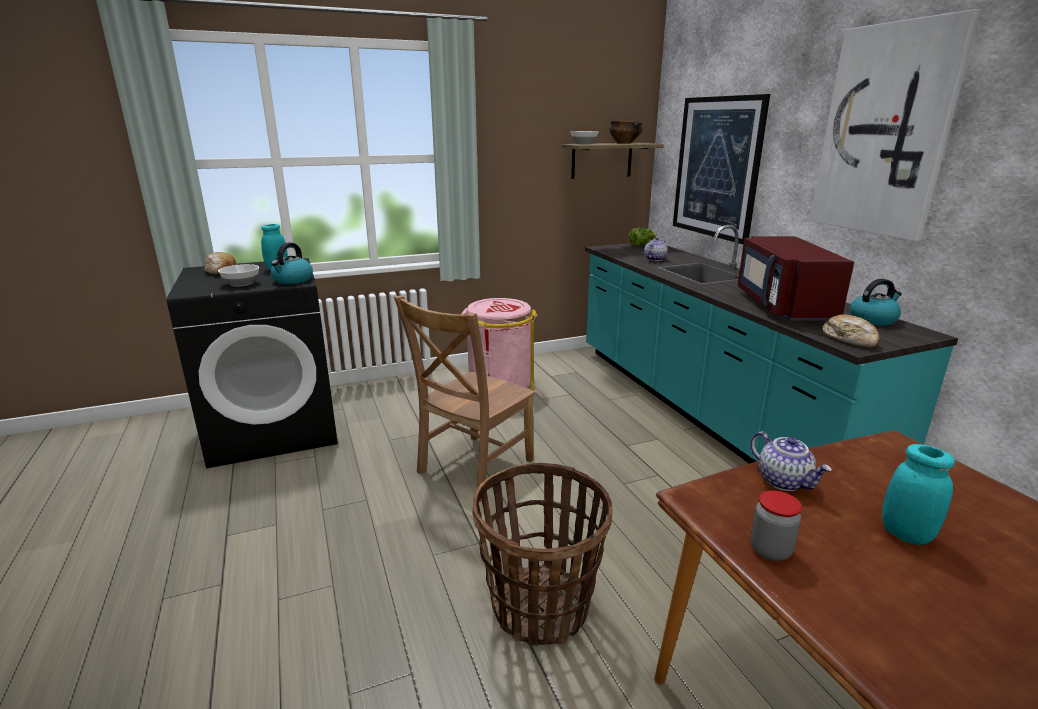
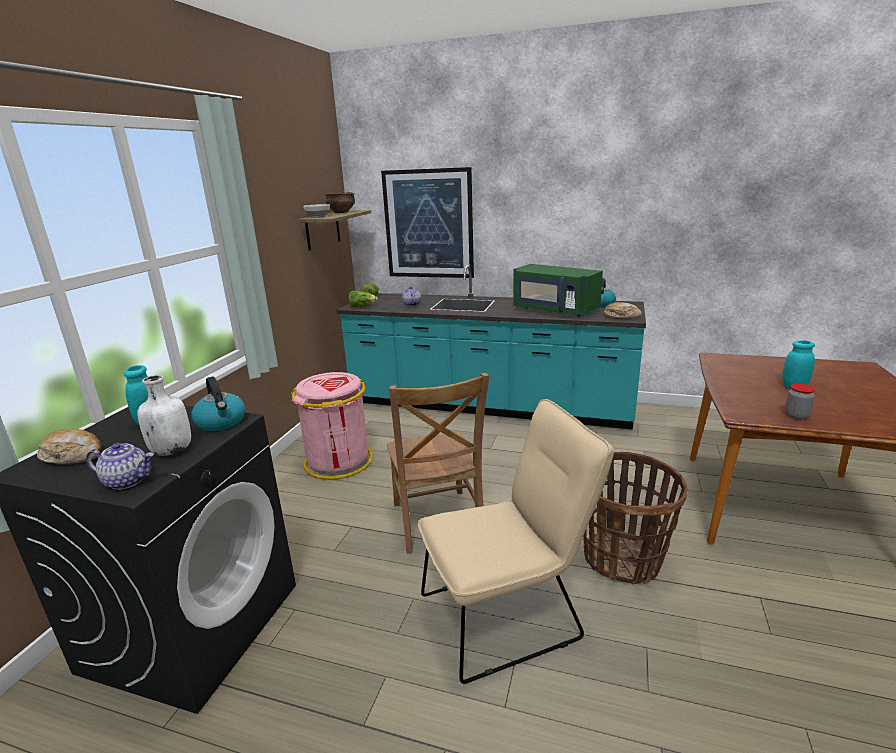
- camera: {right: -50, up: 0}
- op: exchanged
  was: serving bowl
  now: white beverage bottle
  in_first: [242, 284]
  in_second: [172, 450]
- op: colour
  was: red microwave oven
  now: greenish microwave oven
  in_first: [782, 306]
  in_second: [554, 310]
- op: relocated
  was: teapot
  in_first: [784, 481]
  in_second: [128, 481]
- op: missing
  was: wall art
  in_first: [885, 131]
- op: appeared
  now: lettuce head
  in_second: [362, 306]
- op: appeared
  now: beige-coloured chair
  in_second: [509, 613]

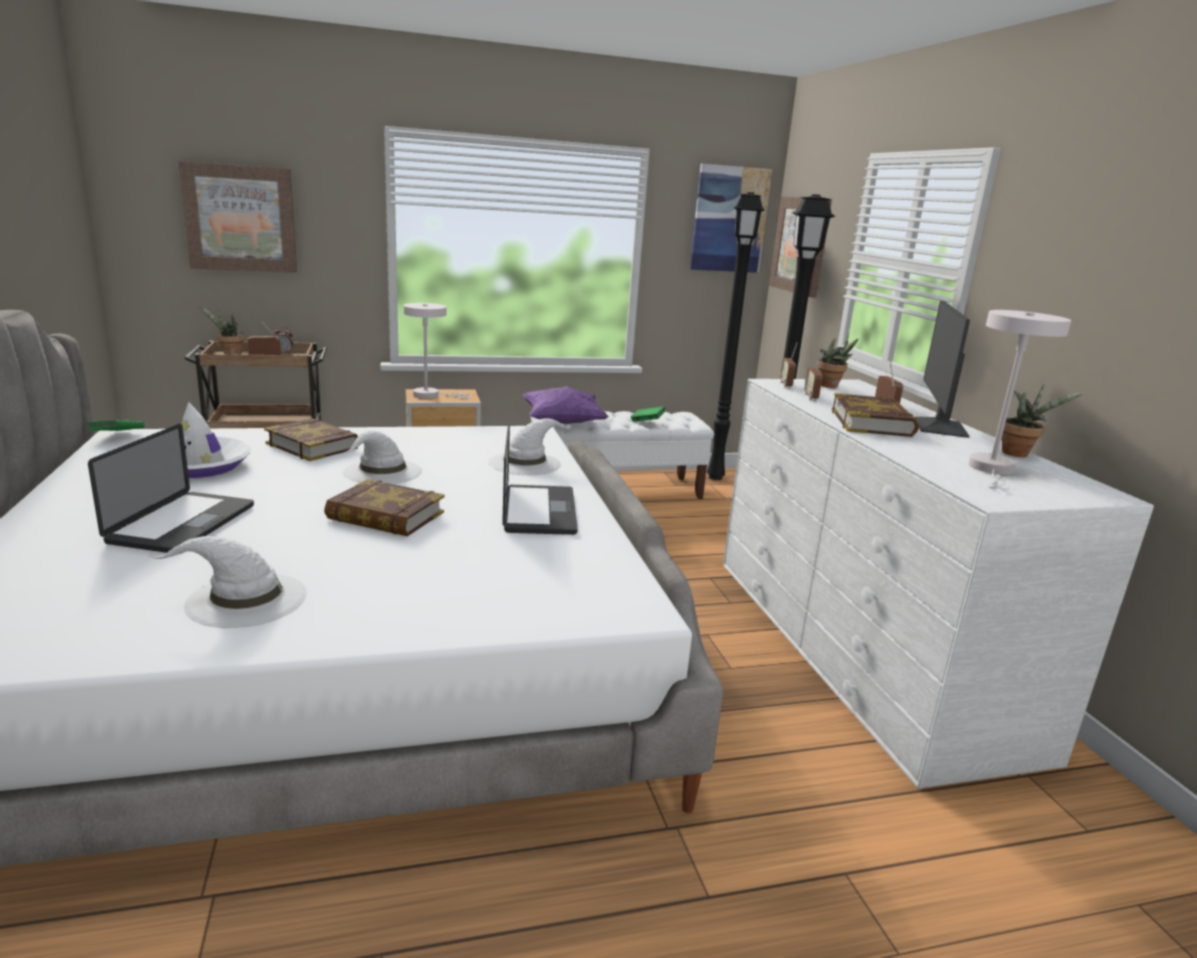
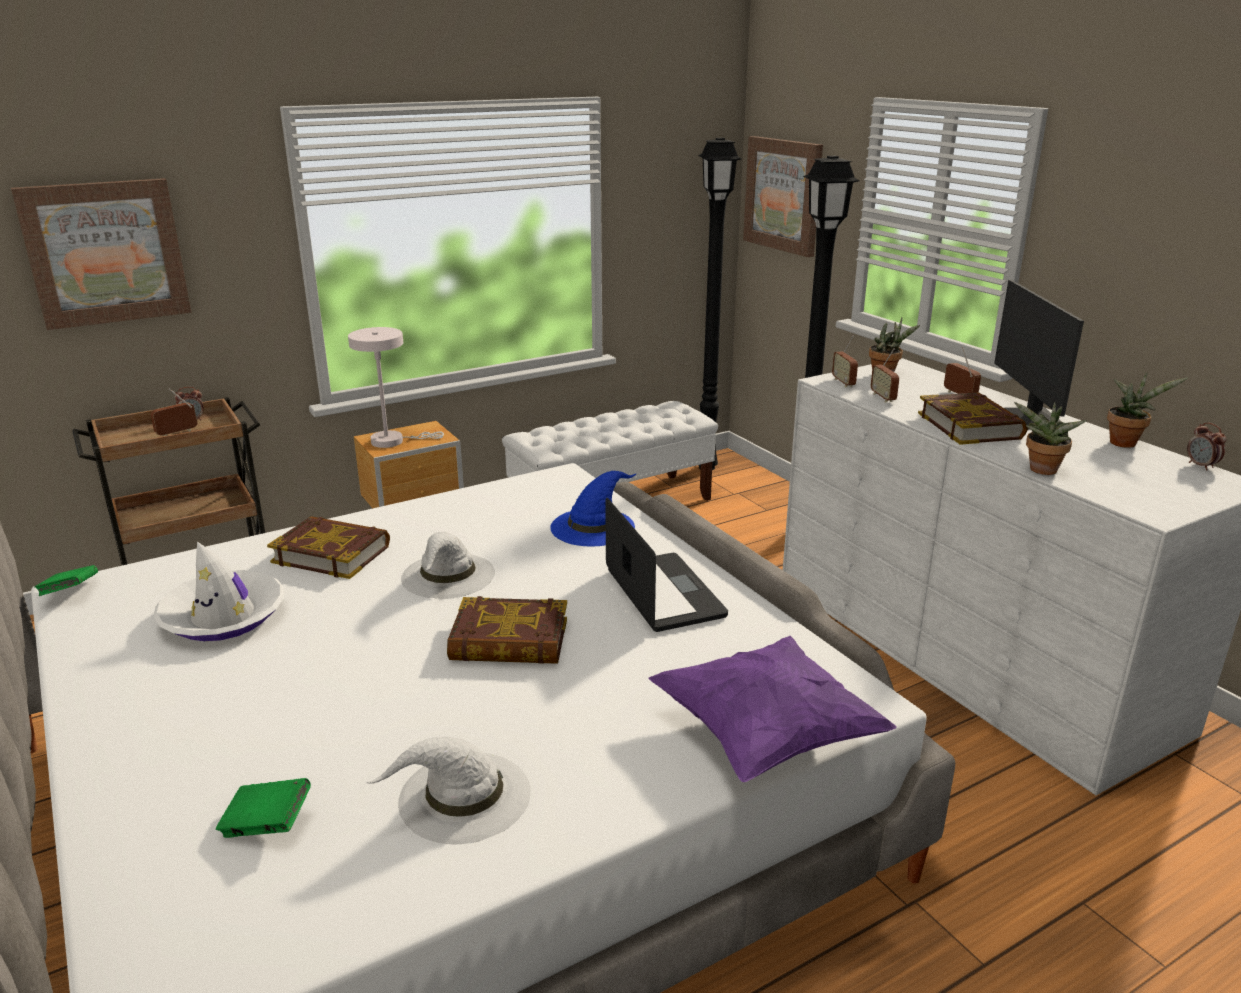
- camera: {right: -15, up: 5}
- op: missing
  was: notebook computer
  in_first: [183, 524]
- op: relocated
  was: houseplant
  in_first: [230, 355]
  in_second: [1041, 471]
- op: colour
  was: white wearable hat
  now: bluish wearable hat
  in_first: [525, 463]
  in_second: [593, 526]
- op: relocated
  was: purple-coloured throw pillow
  in_first: [563, 423]
  in_second: [766, 735]
- op: relocated
  was: greenish volume
  in_first: [647, 422]
  in_second: [267, 824]
- op: missing
  was: wall art
  in_first: [729, 219]
- op: missing
  was: white tabletop lamp
  in_first: [992, 470]
- op: appeared
  now: alarm clock
  in_second: [1201, 466]

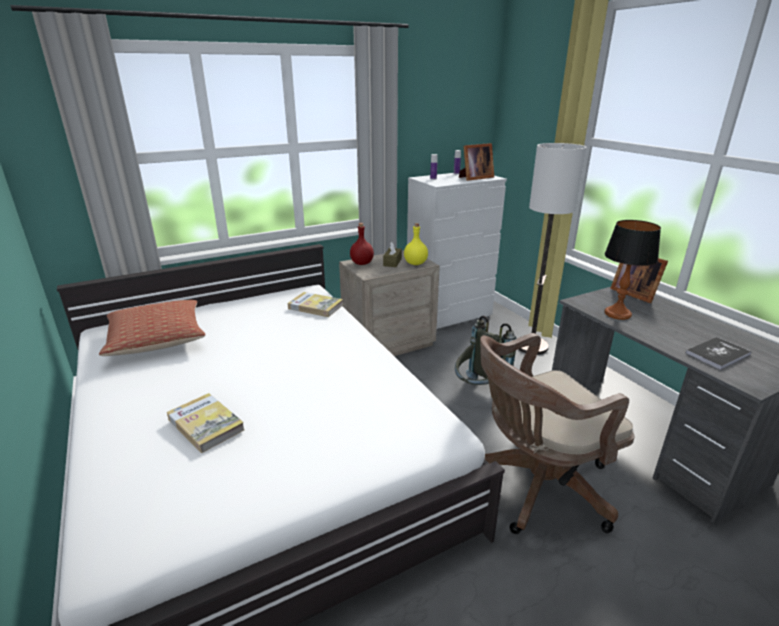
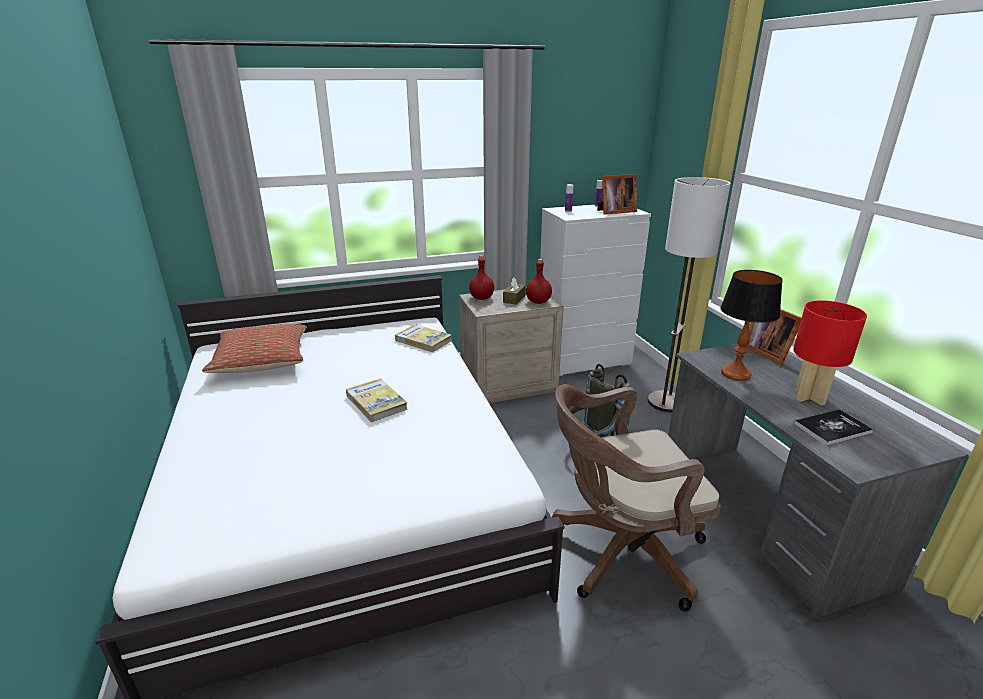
- camera: {right: 10, up: 0}
- op: relocated
  was: volume
  in_first: [206, 424]
  in_second: [376, 402]
- op: colour
  was: yellow beverage bottle
  now: red beverage bottle
  in_first: [415, 263]
  in_second: [538, 302]
- op: appeared
  now: red tabletop lamp
  in_second: [809, 397]

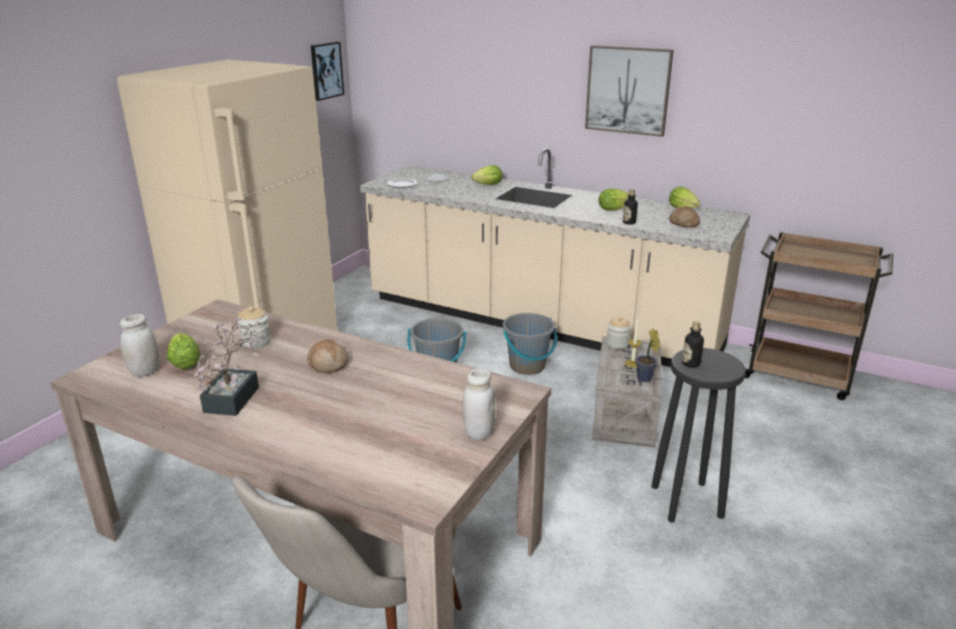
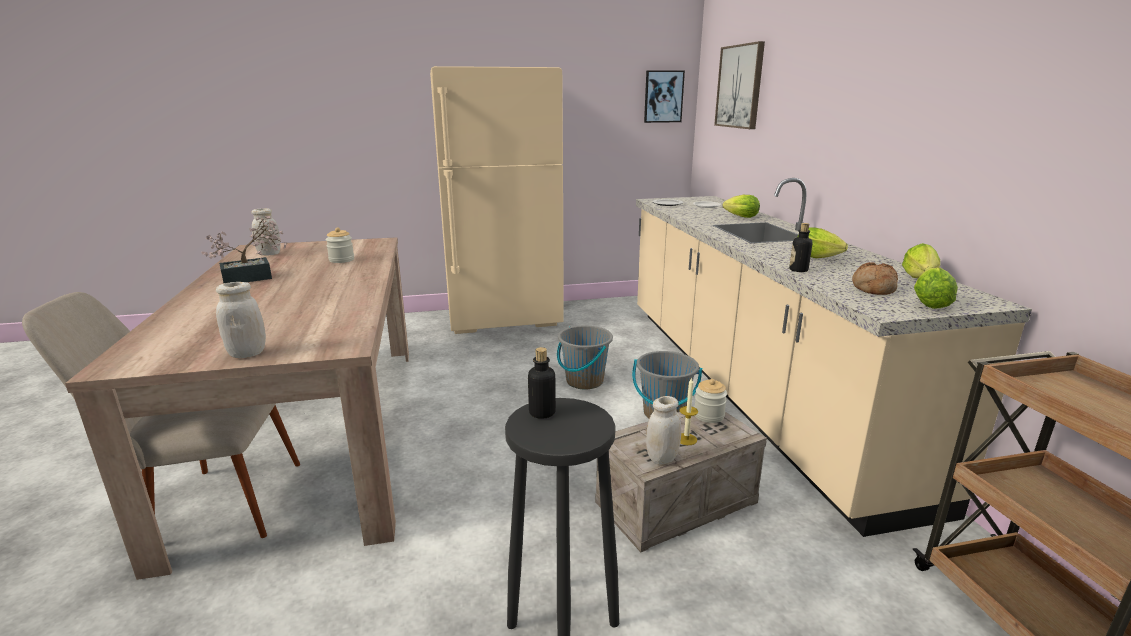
- camera: {right: 50, up: -5}
- op: relocated
  was: lettuce head
  in_first: [185, 362]
  in_second: [929, 303]
- op: missing
  was: bread
  in_first: [328, 364]
- op: relocated
  was: wall art
  in_first: [628, 90]
  in_second: [740, 86]
- op: exchanged
  was: houseplant
  now: white jar
  in_first: [645, 379]
  in_second: [662, 458]

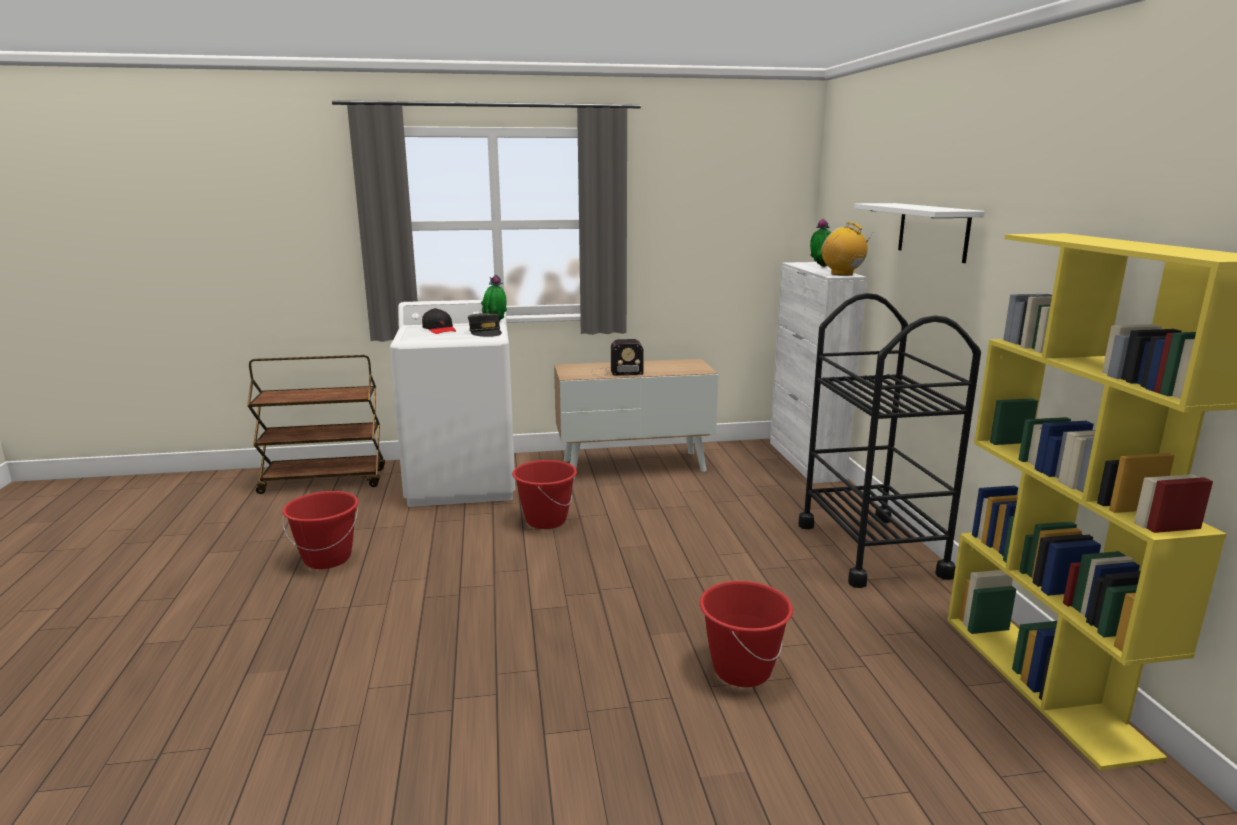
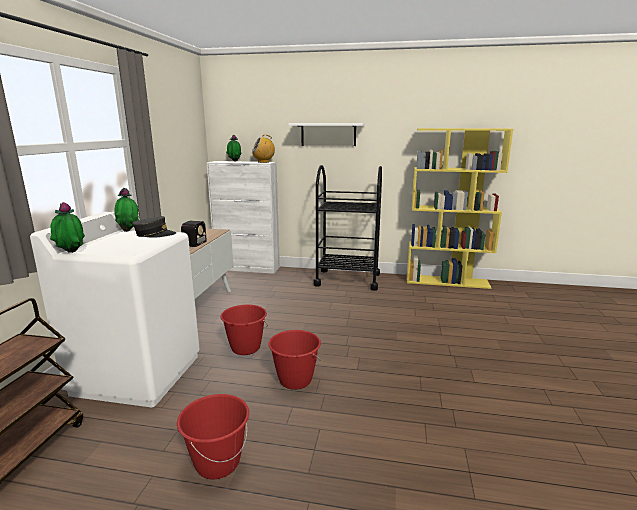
- camera: {right: -70, up: 0}
- op: missing
  was: black-coloured cap
  in_first: [439, 329]
- op: relocated
  was: red pail
  in_first: [741, 670]
  in_second: [295, 380]
- op: appeared
  now: houseplant
  in_second: [71, 253]

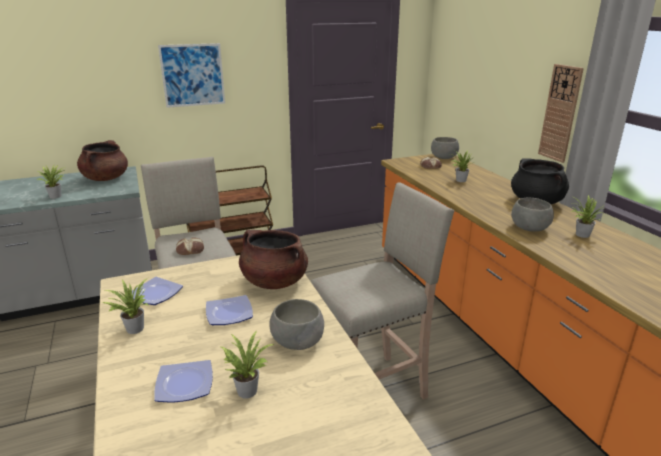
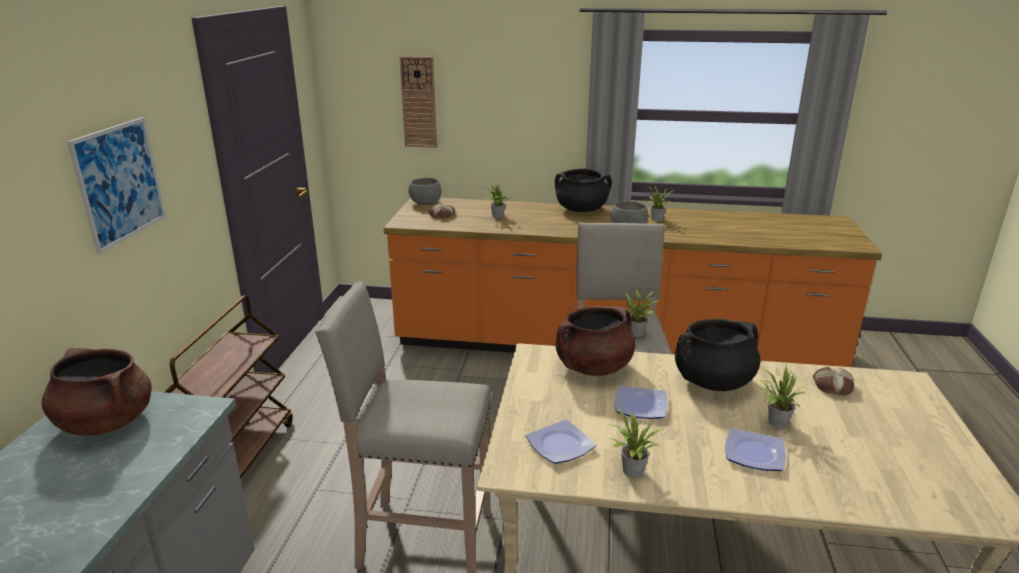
- camera: {right: -60, up: 0}
- op: relocated
  was: houseplant
  in_first: [57, 196]
  in_second: [636, 332]
- op: relocated
  was: bread
  in_first: [190, 249]
  in_second: [832, 386]
- op: exchanged
  was: gray serving bowl
  now: black-coloured stockpot
  in_first: [297, 341]
  in_second: [713, 382]
- op: relocated
  was: clock on the wall
  in_first: [560, 113]
  in_second: [419, 102]

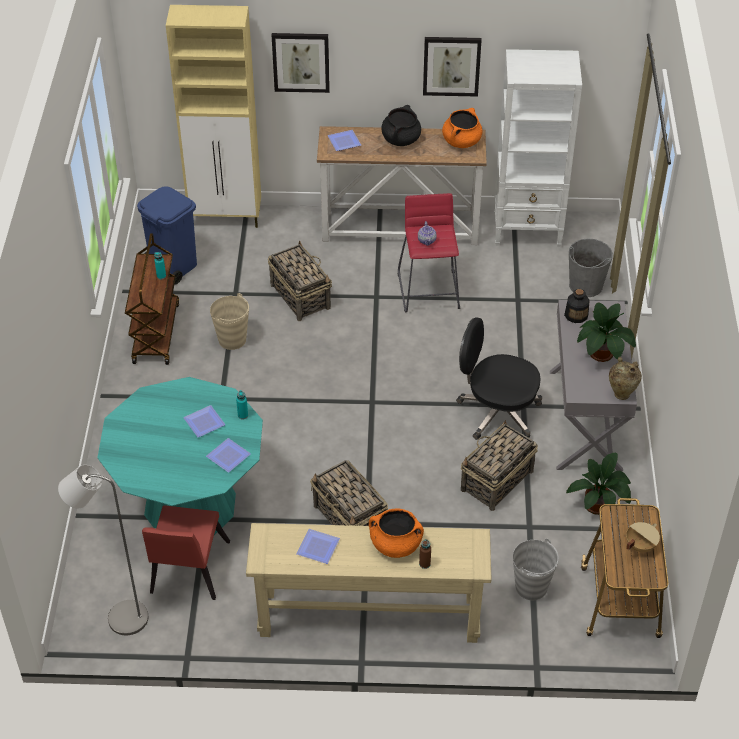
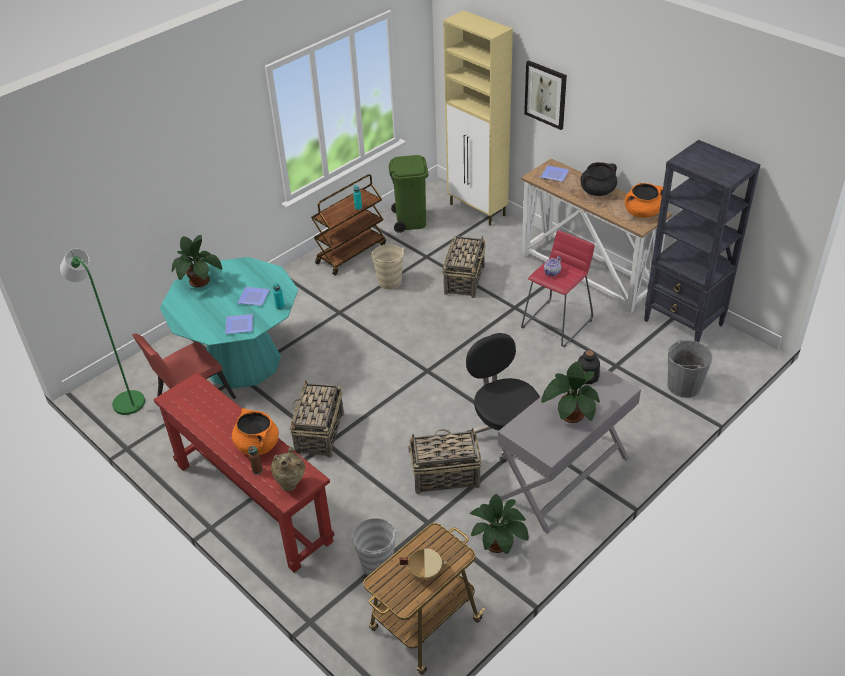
- camera: {right: 45, up: -5}
- op: colour
  was: gray standing lamp
  now: greenish standing lamp
  in_first: [120, 618]
  in_second: [125, 400]
- op: colour
  was: bluish trash can
  now: greenish trash can
  in_first: [172, 265]
  in_second: [410, 220]
- op: colour
  was: beige-coloured hall table
  now: red hall table
  in_first: [369, 615]
  in_second: [252, 502]
- op: missing
  was: flat dish
  in_first: [316, 548]
- op: missing
  was: wall art
  in_first: [451, 65]
- op: colour
  was: white bookcase
  now: black-coloured bookcase
  in_first: [527, 230]
  in_second: [684, 323]
- op: relocated
  was: beige-coloured decorative vase
  in_first: [621, 393]
  in_second: [291, 484]
- op: appeared
  now: houseplant
  in_second: [199, 282]

